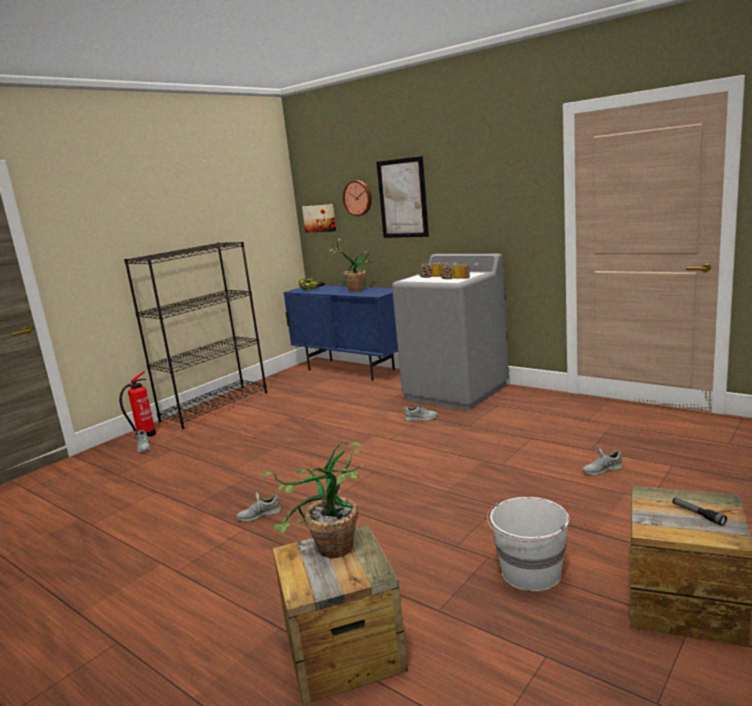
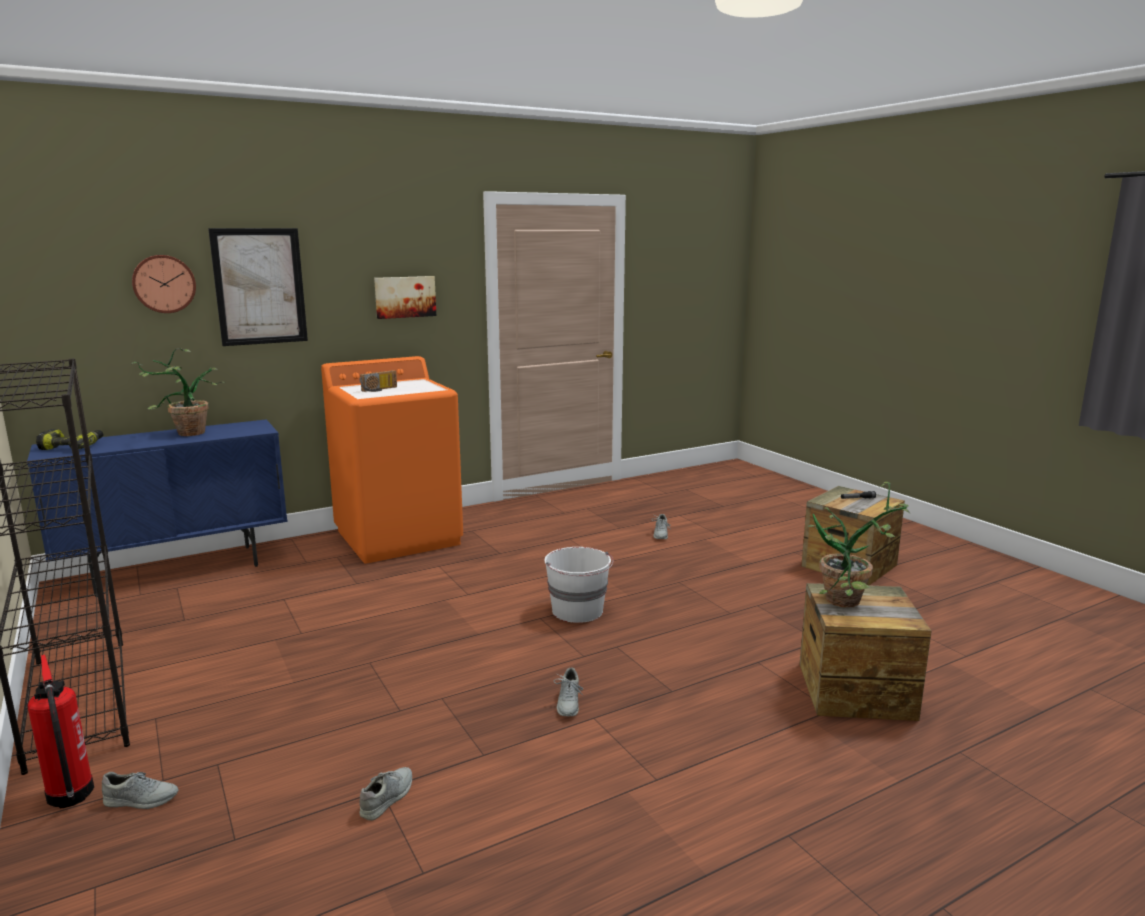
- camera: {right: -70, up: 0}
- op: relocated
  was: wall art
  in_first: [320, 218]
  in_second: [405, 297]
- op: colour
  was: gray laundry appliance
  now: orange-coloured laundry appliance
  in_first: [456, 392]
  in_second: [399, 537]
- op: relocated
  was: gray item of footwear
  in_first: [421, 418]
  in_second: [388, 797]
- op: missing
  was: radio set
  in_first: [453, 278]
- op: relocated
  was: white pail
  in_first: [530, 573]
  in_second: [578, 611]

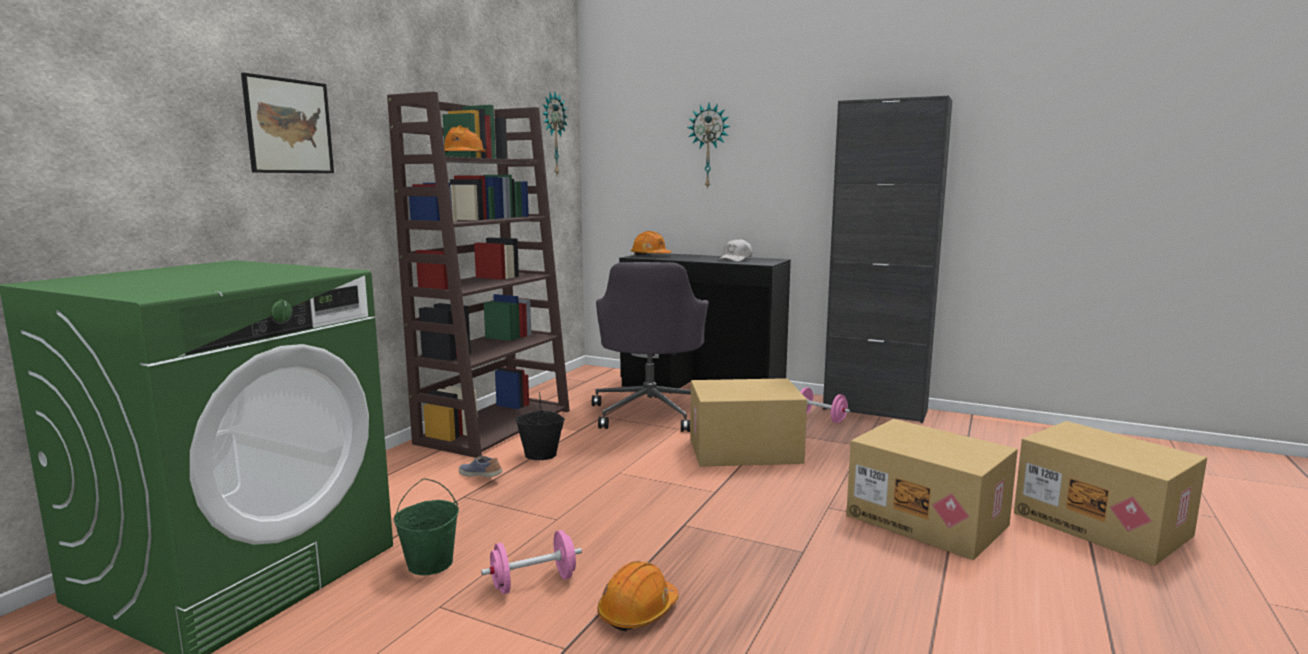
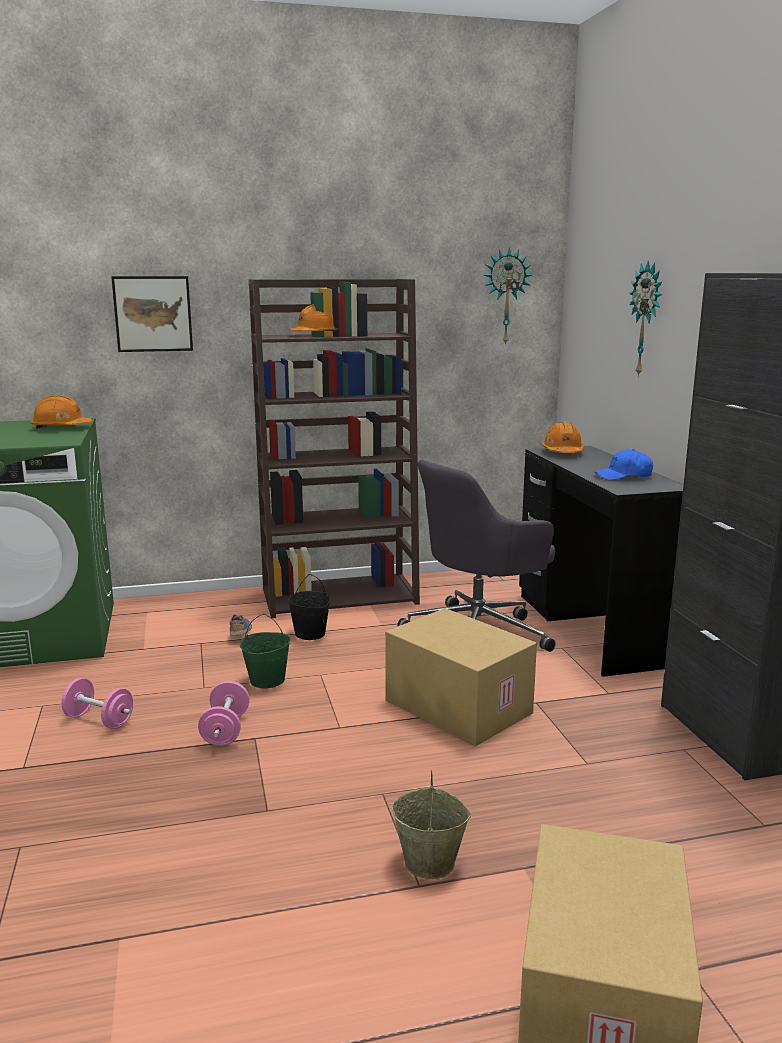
- camera: {right: 50, up: 5}
- op: relocated
  was: greenish pail
  in_first: [430, 563]
  in_second: [268, 680]
- op: relocated
  was: orange-coloured hard hat
  in_first: [638, 611]
  in_second: [61, 428]
- op: colour
  was: white cap
  now: bluish cap
  in_first: [735, 259]
  in_second: [624, 476]
- op: relocated
  was: pink free weight
  in_first: [821, 418]
  in_second: [225, 730]
- op: exchanged
  was: packing box
  now: beige-coloured pail
  in_first: [928, 520]
  in_second: [430, 862]

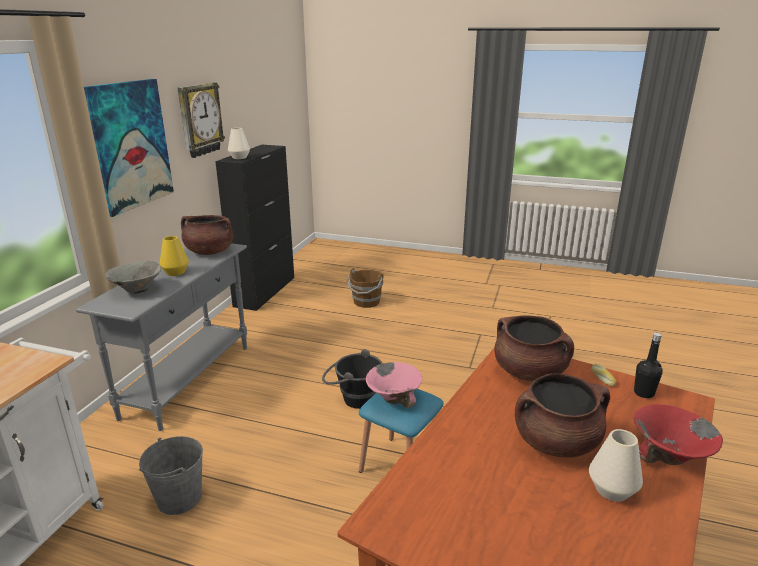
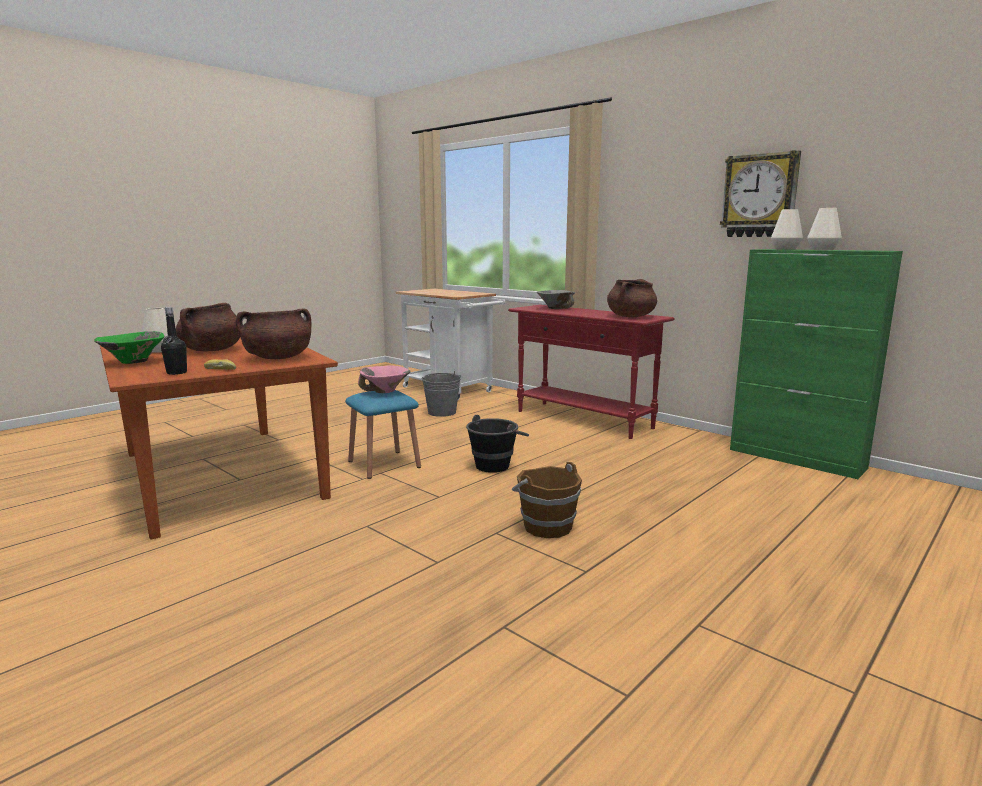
- camera: {right: 115, up: -10}
- op: colour
  was: gray hall table
  now: red hall table
  in_first: [189, 380]
  in_second: [583, 420]
- op: missing
  was: wall art
  in_first: [130, 145]
- op: missing
  was: yellow decorative vase
  in_first: [175, 272]
- op: colour
  was: black-coloured cupboard
  now: greenish cupboard
  in_first: [265, 291]
  in_second: [796, 459]
- op: relocated
  was: brown-coloured pail
  in_first: [366, 302]
  in_second: [546, 526]
- op: colour
  was: red serving bowl
  now: greenish serving bowl
  in_first: [669, 456]
  in_second: [133, 362]
- op: appeared
  now: white decorative vase
  in_second: [822, 250]

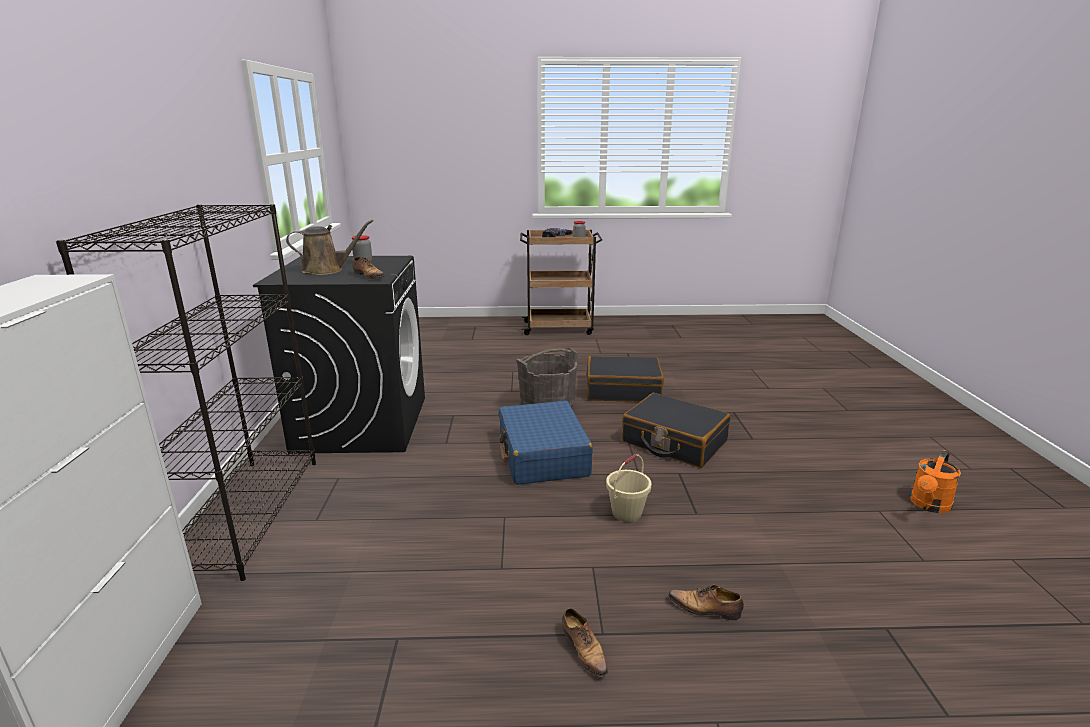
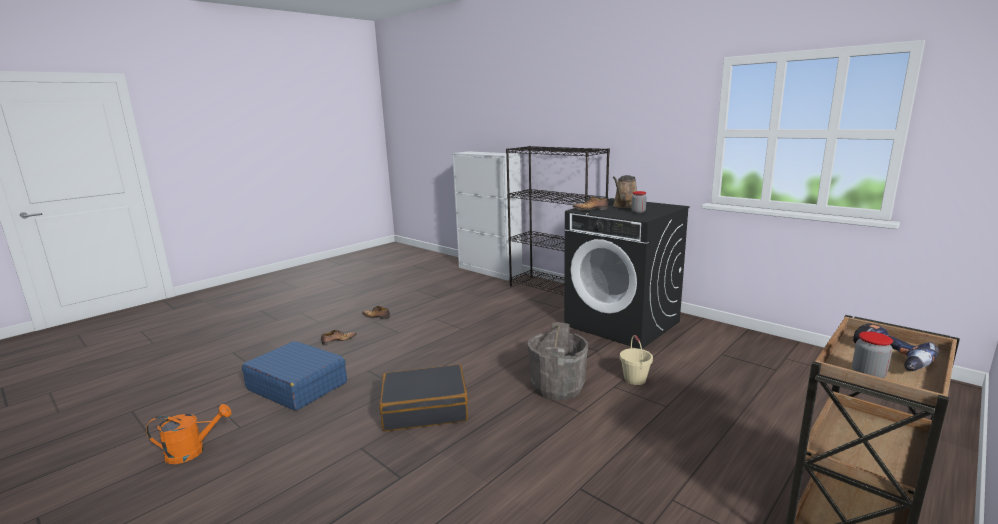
- camera: {right: 135, up: -5}
- op: relocated
  was: bluish travel case
  in_first: [542, 456]
  in_second: [297, 386]
- op: missing
  was: black-coloured travel case
  in_first: [623, 390]
- op: relocated
  was: beige-coloured pail
  in_first: [626, 513]
  in_second: [635, 379]
- op: spun
  was: orange-coloured watering pot
  in_first: [928, 506]
  in_second: [192, 451]
  clockwise: 75

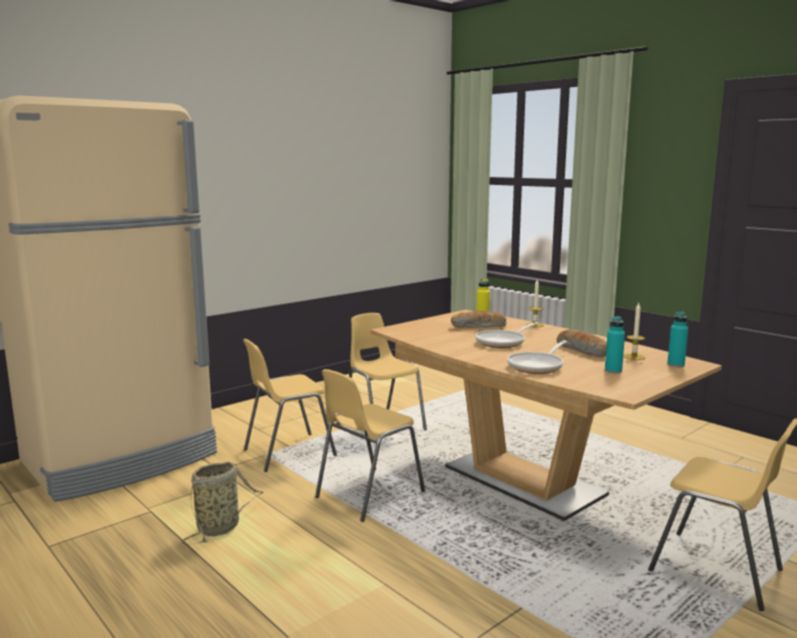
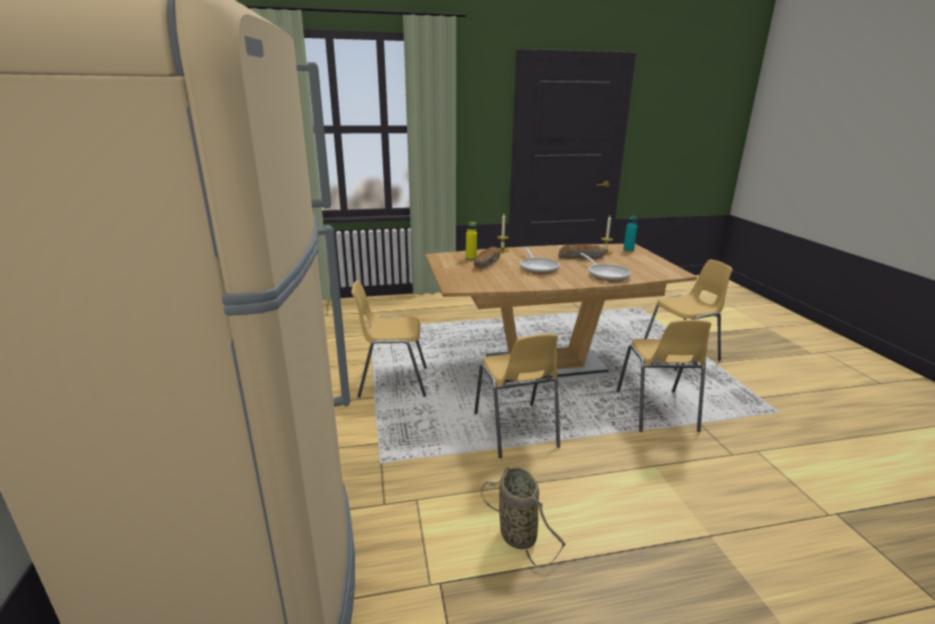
- camera: {right: -60, up: 10}
- op: relocated
  was: yellow chair
  in_first: [288, 452]
  in_second: [656, 411]
- op: missing
  was: turquoise beverage bottle
  in_first: [613, 371]

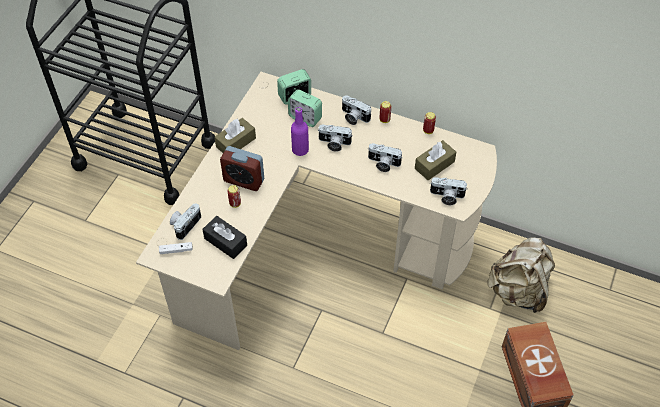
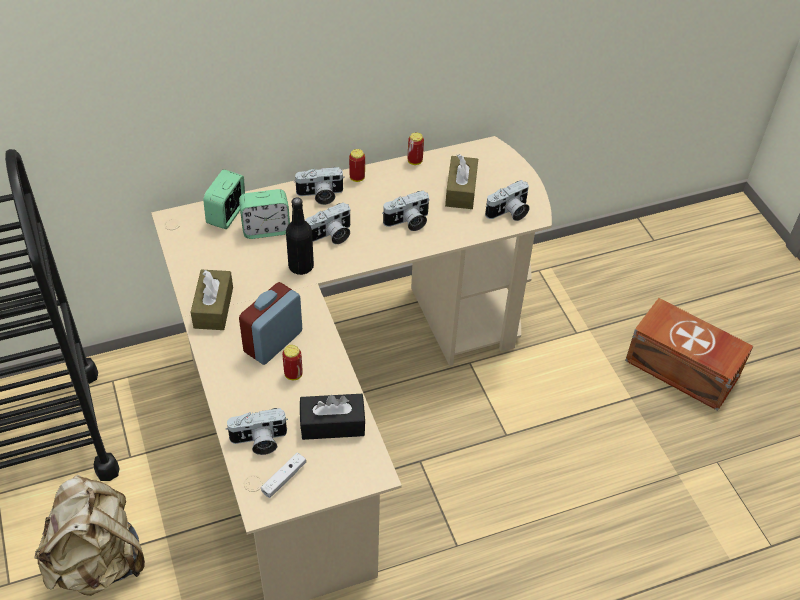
- camera: {right: -45, up: -5}
- op: spun
  was: still camera
  in_first: [185, 224]
  in_second: [259, 441]
  clockwise: -90
- op: spun
  was: alarm clock
  in_first: [244, 180]
  in_second: [273, 342]
  clockwise: 150
- op: colour
  was: purple-coloured beverage bottle
  now: black-coloured beverage bottle
  in_first: [300, 150]
  in_second: [301, 266]
- op: relocated
  was: beige-coloured rucksack
  in_first: [518, 291]
  in_second: [98, 562]

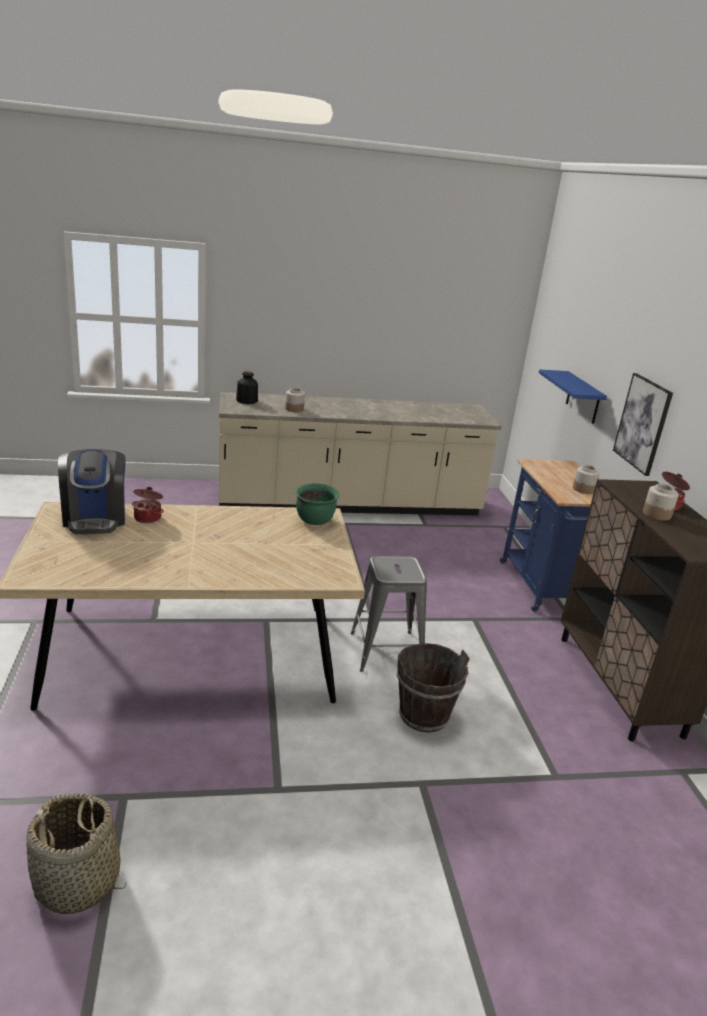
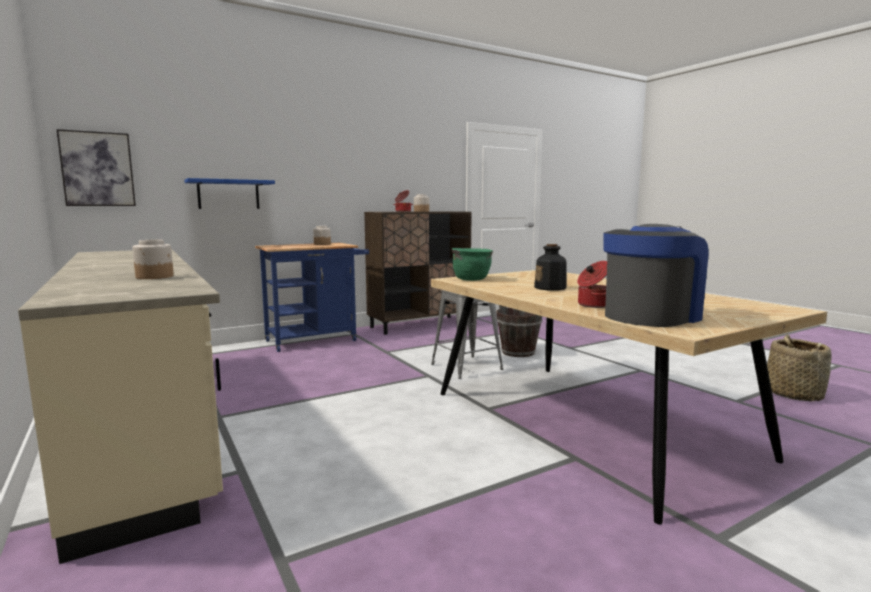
- camera: {right: -110, up: -15}
- op: relocated
  was: beverage bottle
  in_first: [246, 401]
  in_second: [550, 288]
- op: relocated
  was: wall art
  in_first: [642, 423]
  in_second: [97, 169]

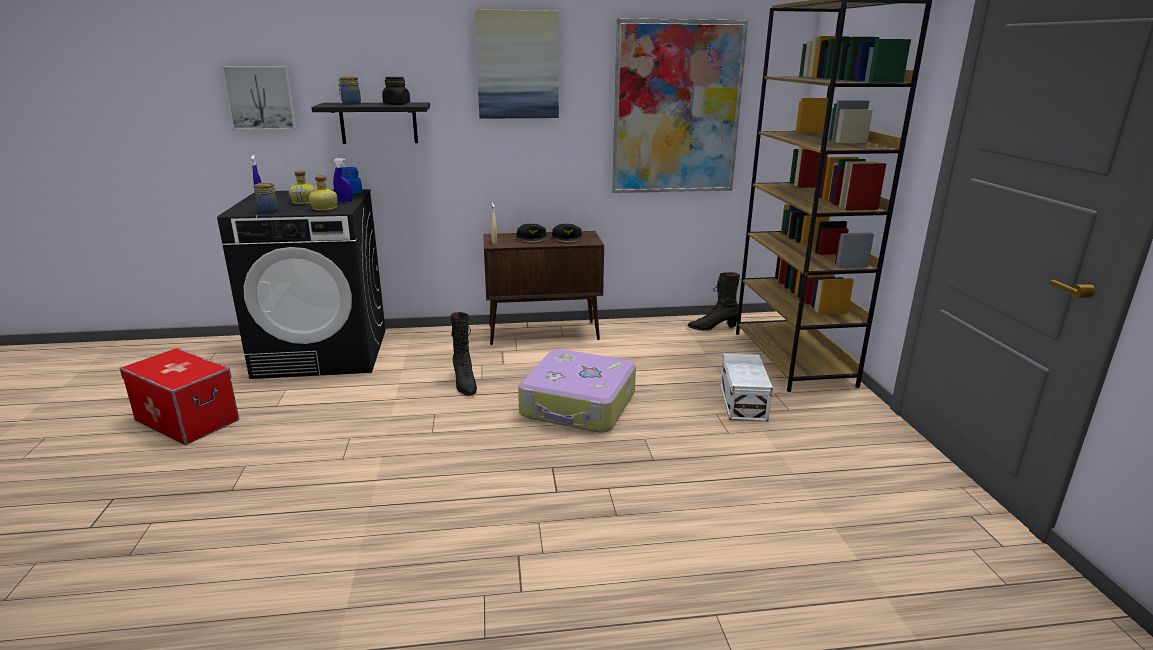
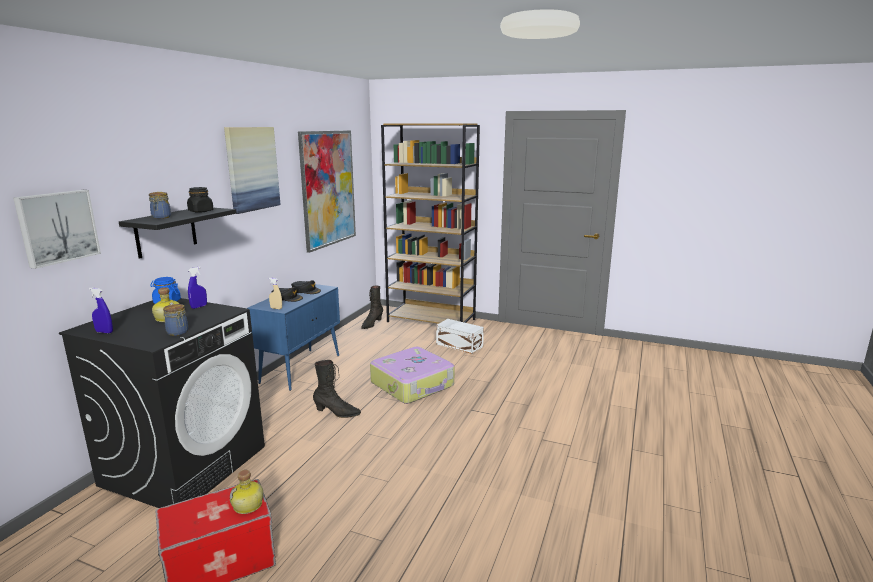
- camera: {right: -60, up: -5}
- op: relocated
  was: beverage bottle
  in_first: [324, 208]
  in_second: [248, 505]
- op: colour
  was: brown-coloured cupboard
  now: bluish cupboard
  in_first: [544, 333]
  in_second: [301, 368]

